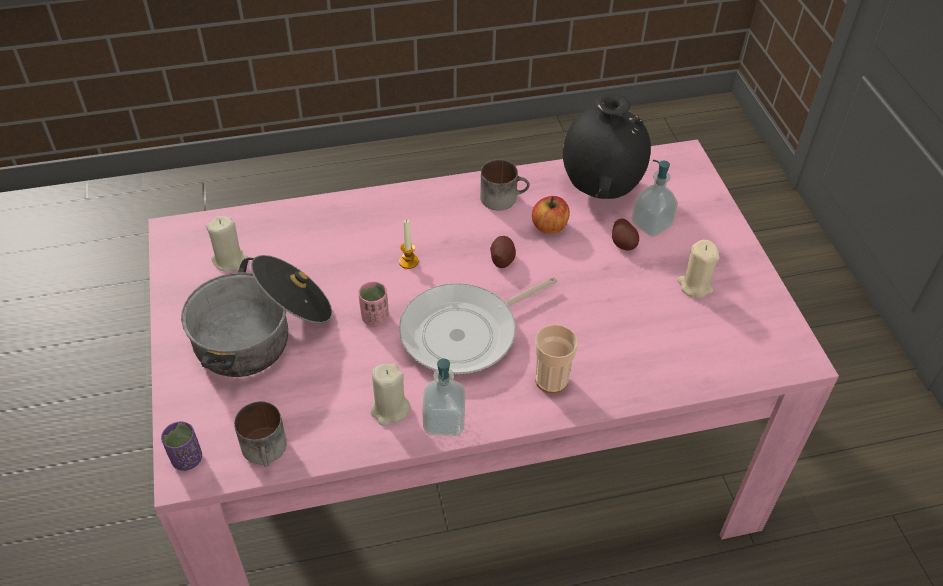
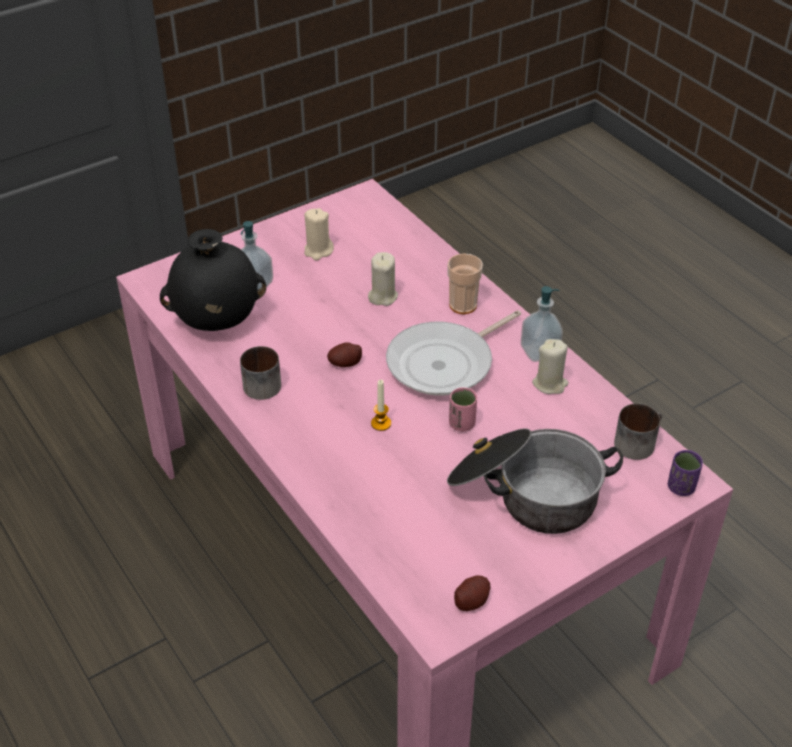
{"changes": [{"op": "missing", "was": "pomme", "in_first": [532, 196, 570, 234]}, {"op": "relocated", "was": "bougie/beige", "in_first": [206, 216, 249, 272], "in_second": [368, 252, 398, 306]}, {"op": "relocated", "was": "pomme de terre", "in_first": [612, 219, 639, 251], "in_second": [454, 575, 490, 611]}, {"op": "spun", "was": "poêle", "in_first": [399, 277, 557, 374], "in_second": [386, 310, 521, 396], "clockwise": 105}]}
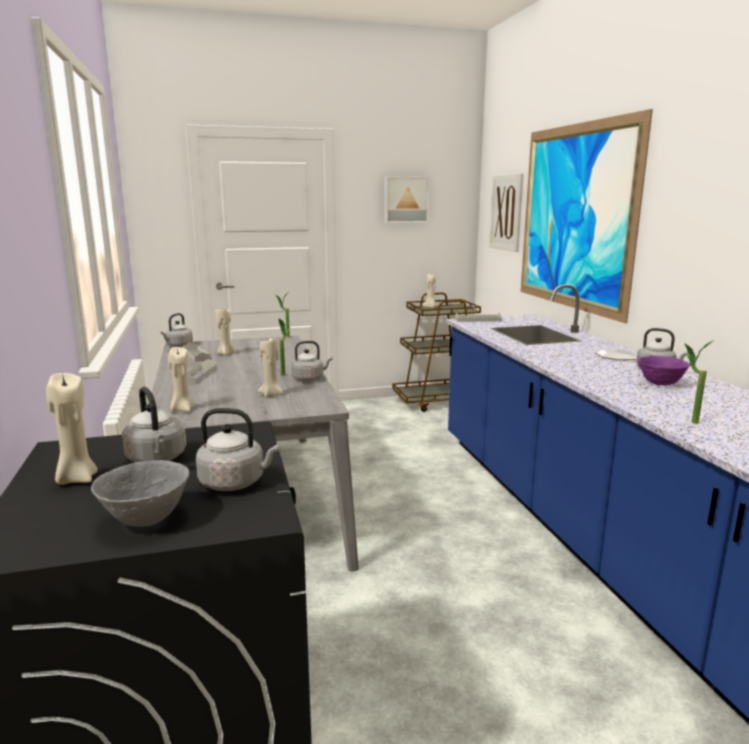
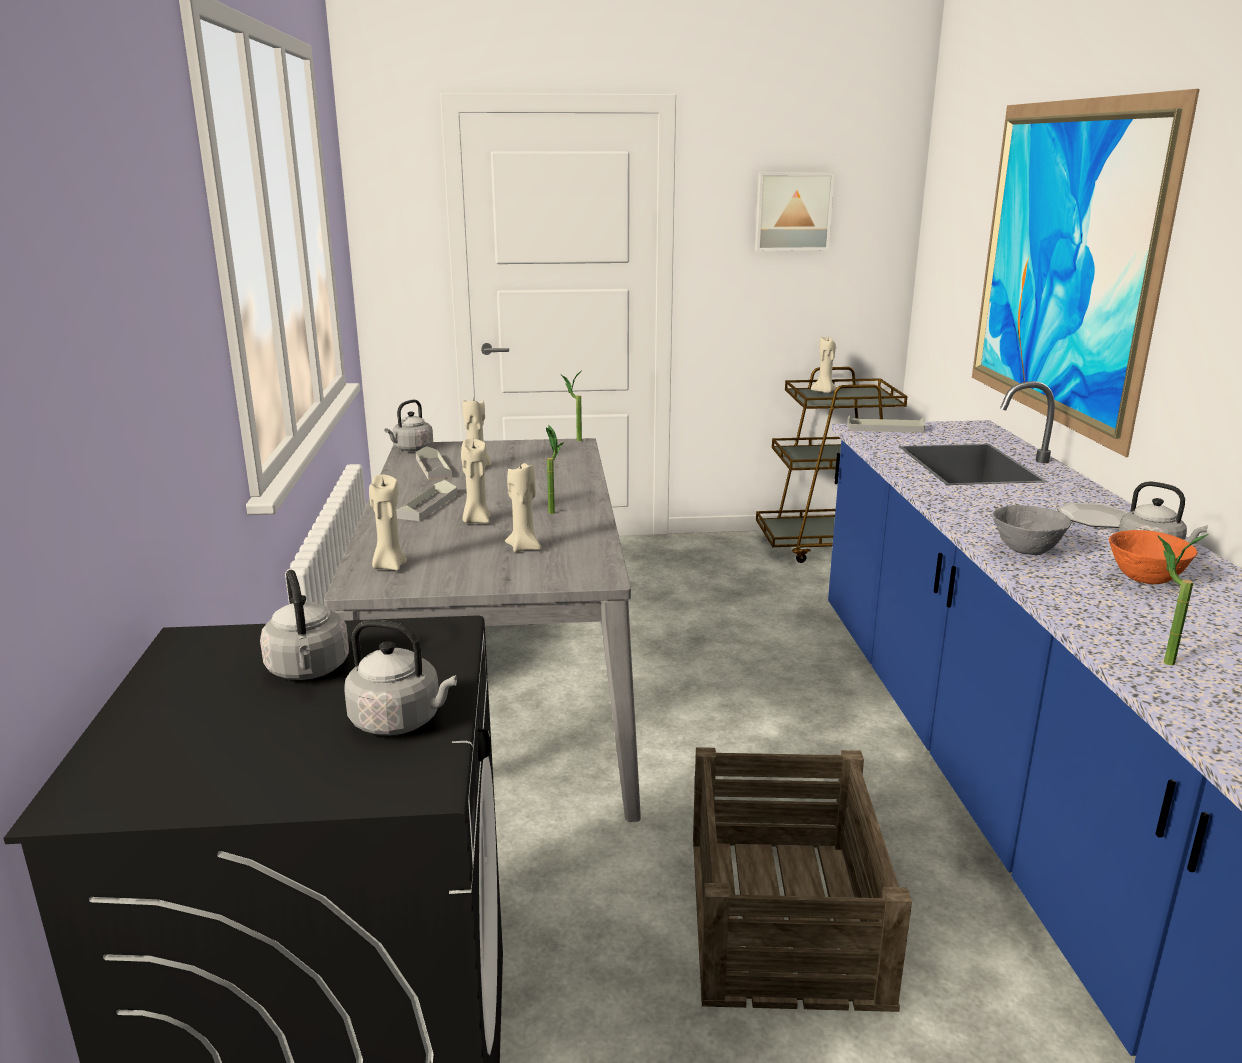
{"changes": [{"op": "missing", "was": "tableau", "in_first": [489, 173, 524, 252]}, {"op": "missing", "was": "bouilloire/gris", "in_first": [291, 341, 333, 381]}, {"op": "colour", "was": "bol/violet", "now": "bol/orange", "in_first": [638, 356, 690, 386], "in_second": [1109, 530, 1198, 584]}, {"op": "relocated", "was": "bougie/beige", "in_first": [46, 373, 98, 485], "in_second": [461, 438, 491, 523]}, {"op": "relocated", "was": "bol/gris", "in_first": [91, 460, 189, 527], "in_second": [992, 505, 1071, 555]}, {"op": "appeared", "now": "caisse", "in_second": [693, 747, 912, 1012]}]}
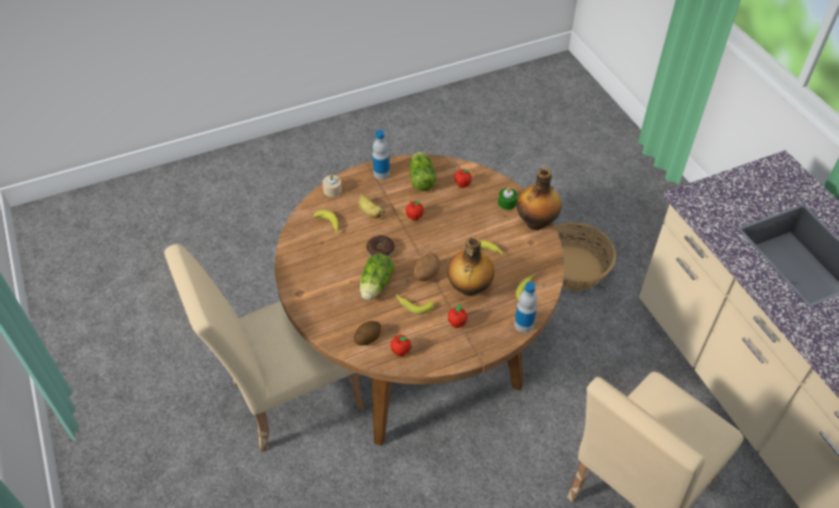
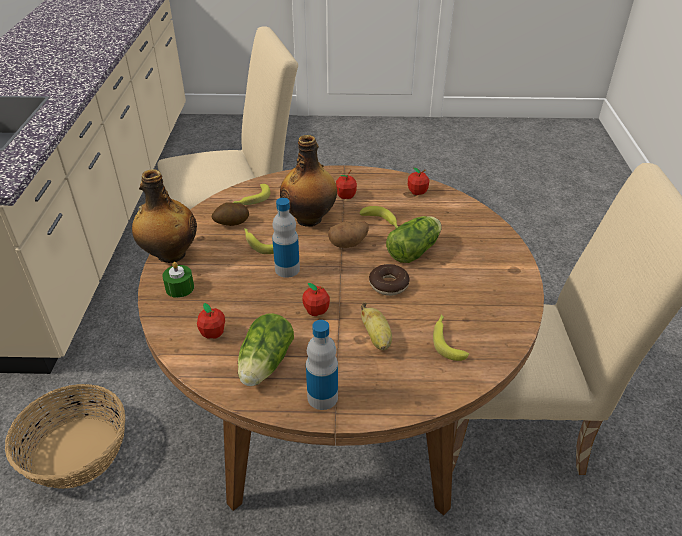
{"changes": [{"op": "missing", "was": "bougie/beige", "in_first": [322, 174, 342, 197]}, {"op": "relocated", "was": "bouteille", "in_first": [514, 282, 537, 333], "in_second": [272, 198, 300, 278]}, {"op": "relocated", "was": "pomme de terre", "in_first": [354, 321, 381, 345], "in_second": [211, 202, 249, 226]}]}
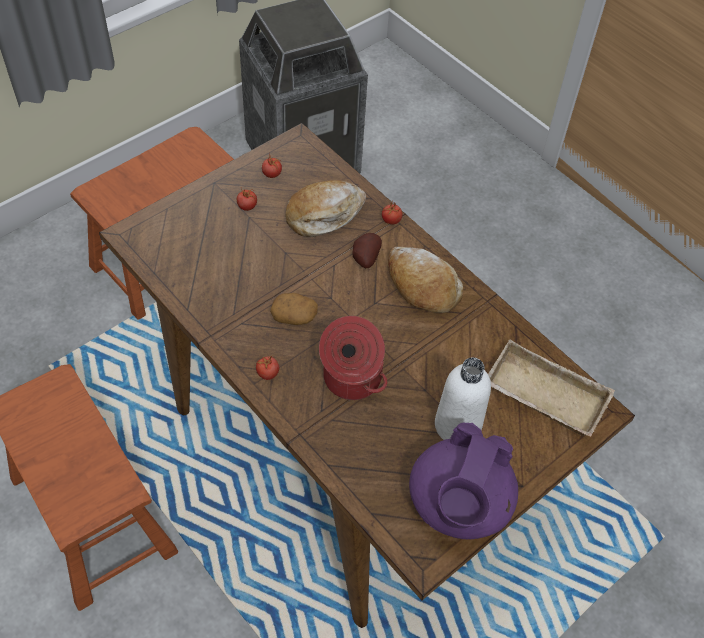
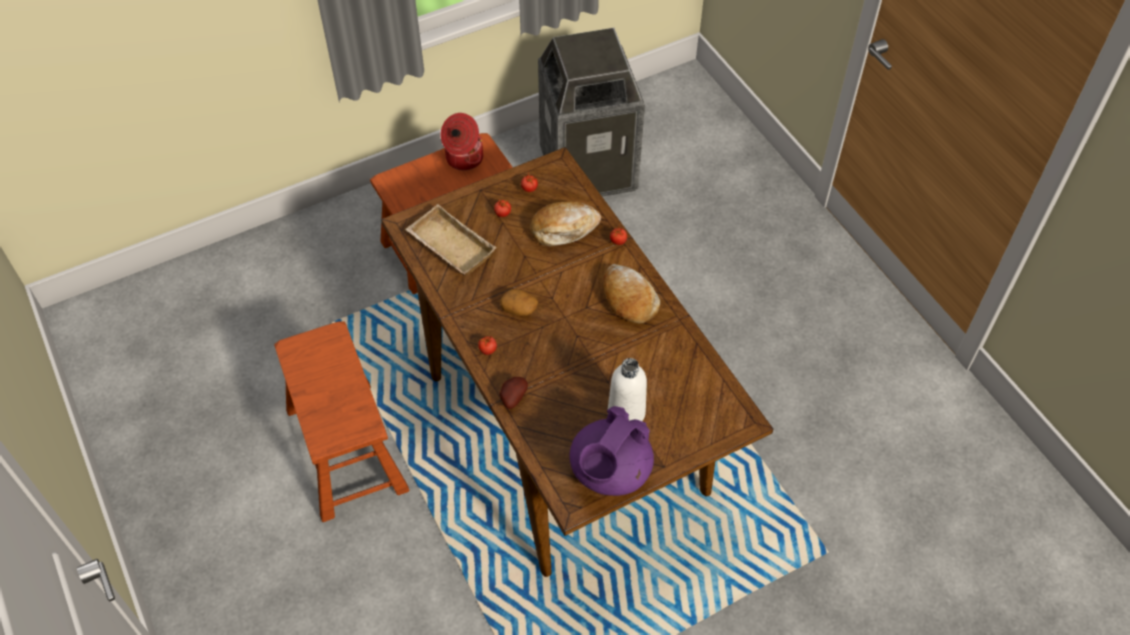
{"changes": [{"op": "relocated", "was": "pomme de terre", "in_first": [352, 233, 382, 268], "in_second": [499, 377, 528, 409]}, {"op": "relocated", "was": "marmite", "in_first": [319, 316, 388, 400], "in_second": [441, 113, 483, 171]}, {"op": "relocated", "was": "plateau/beige", "in_first": [488, 339, 615, 437], "in_second": [406, 204, 497, 276]}]}
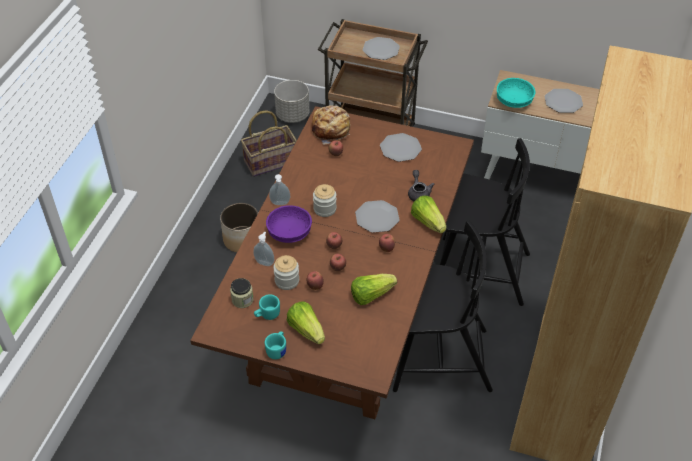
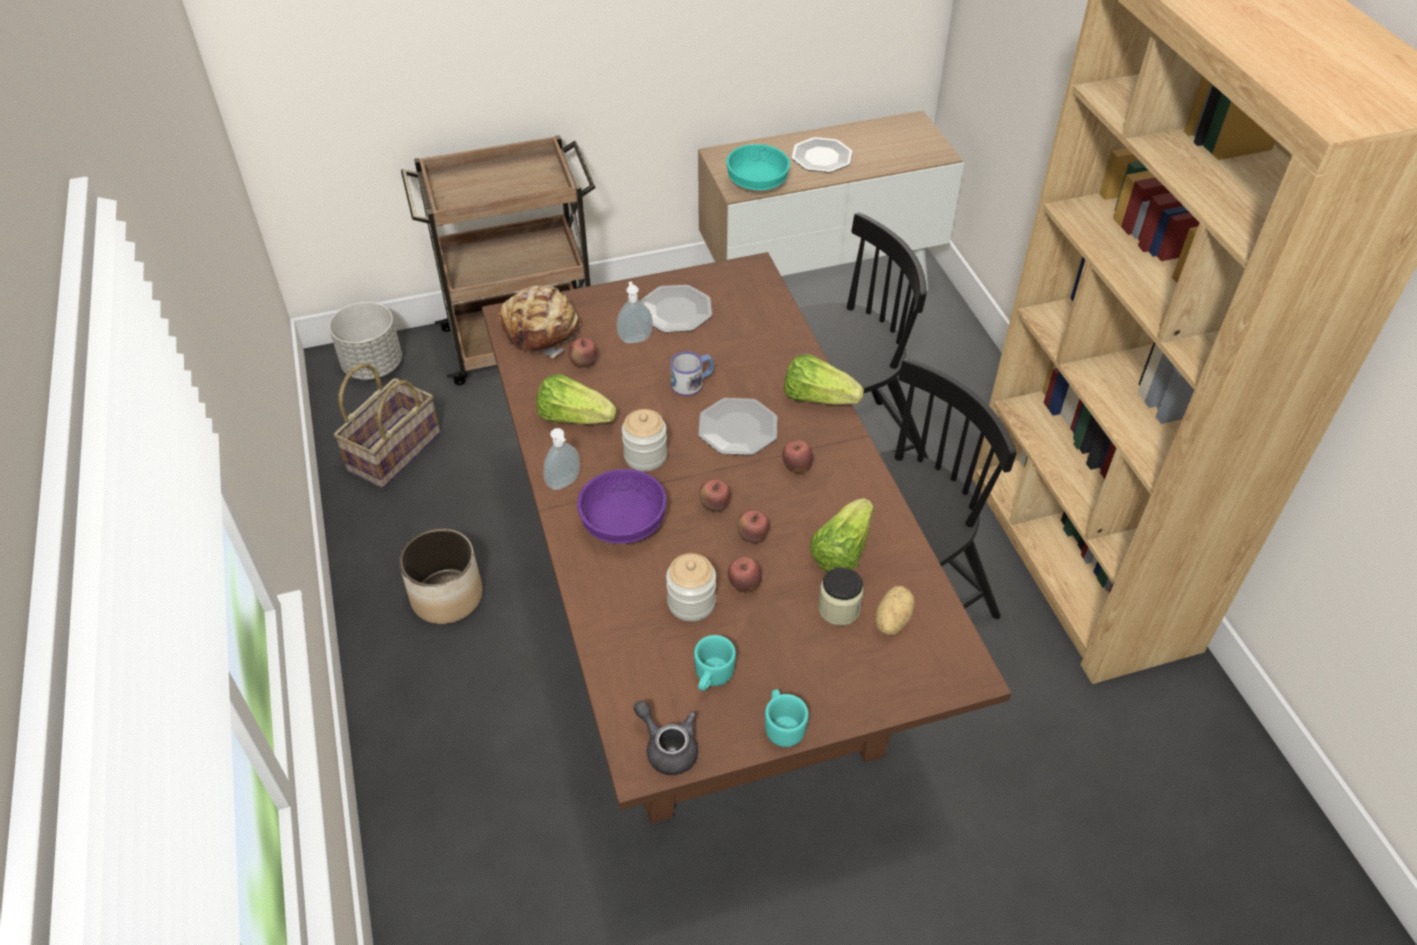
{"changes": [{"op": "missing", "was": "assiette", "in_first": [363, 37, 400, 60]}, {"op": "relocated", "was": "théière/gris", "in_first": [408, 170, 434, 201], "in_second": [634, 700, 698, 775]}, {"op": "relocated", "was": "distributeur de savon", "in_first": [253, 231, 274, 266], "in_second": [617, 281, 653, 344]}, {"op": "relocated", "was": "bocal", "in_first": [230, 278, 254, 308], "in_second": [818, 567, 864, 625]}, {"op": "relocated", "was": "laitue", "in_first": [287, 301, 325, 345], "in_second": [536, 374, 617, 424]}, {"op": "appeared", "now": "mug", "in_second": [670, 351, 714, 396]}, {"op": "appeared", "now": "pomme de terre", "in_second": [875, 586, 915, 635]}]}
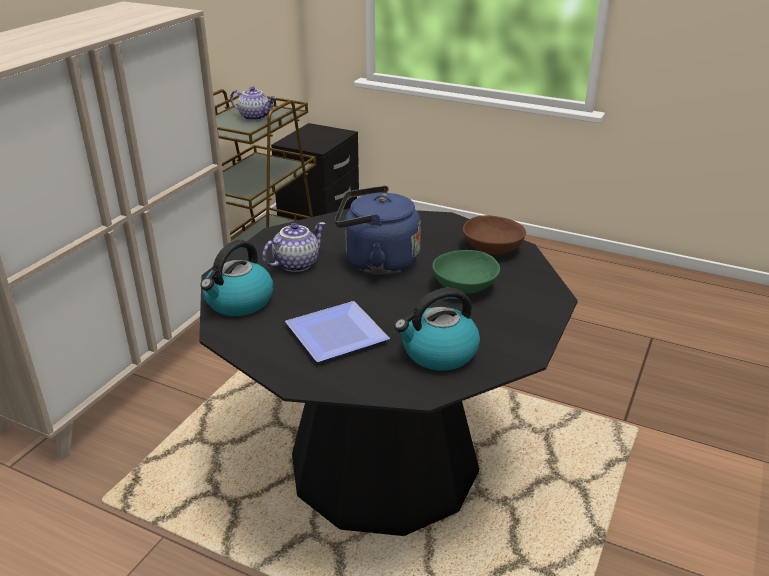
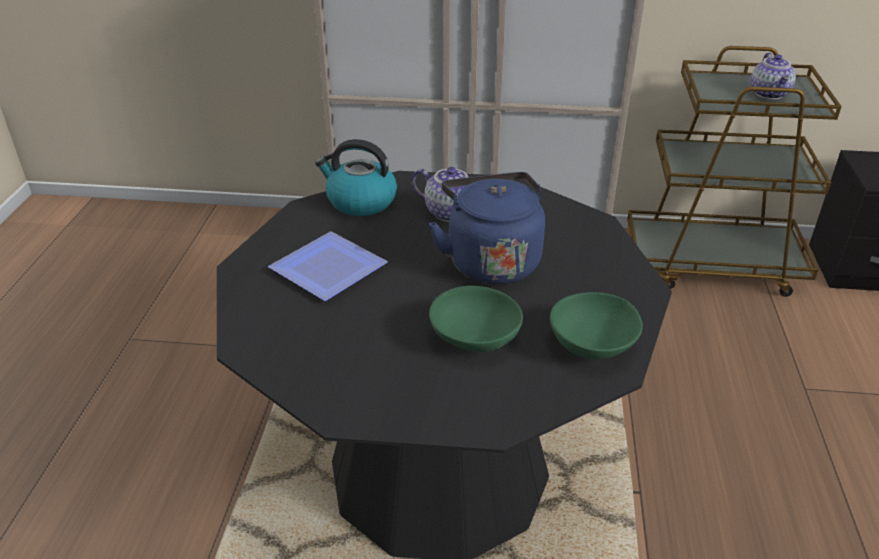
{"changes": [{"op": "colour", "was": "bol/marron", "now": "bol/vert", "in_first": [463, 215, 526, 254], "in_second": [550, 292, 643, 359]}, {"op": "missing", "was": "bouilloire", "in_first": [394, 288, 480, 370]}]}
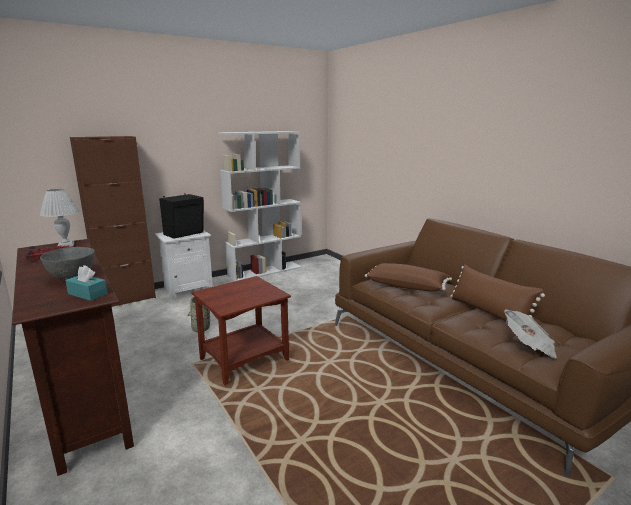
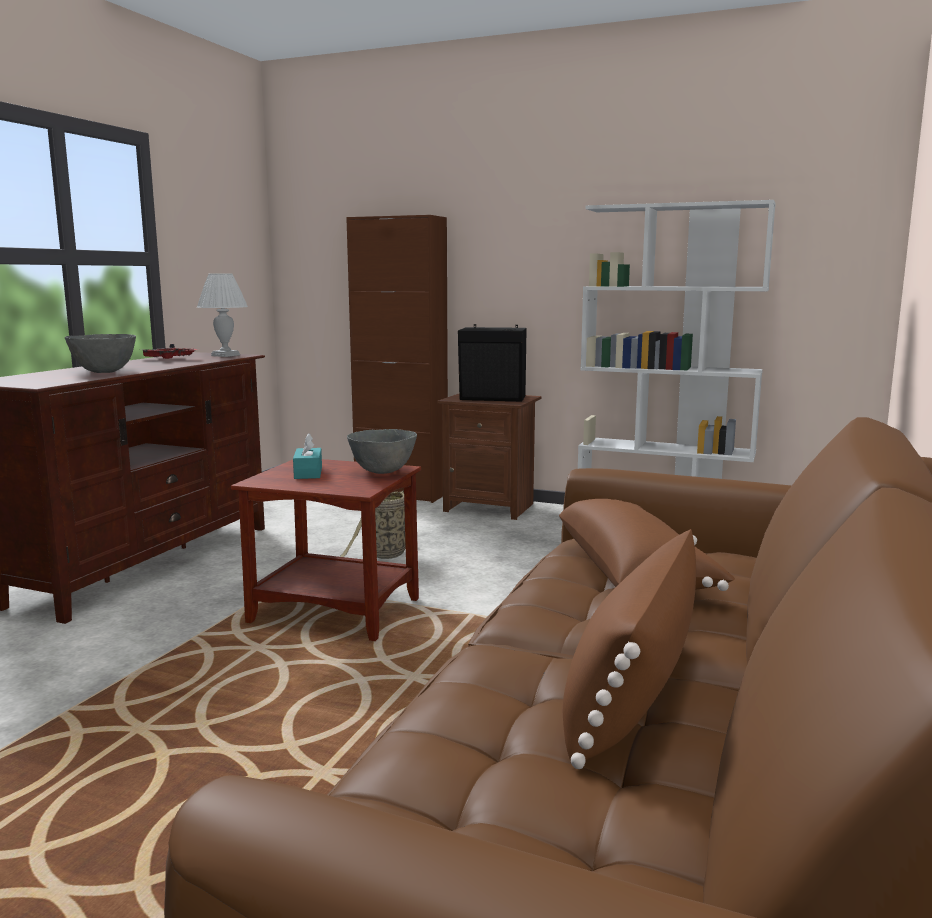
{"changes": [{"op": "colour", "was": "table de chevet/blanc", "now": "table de chevet/marron", "in_first": [155, 231, 213, 300], "in_second": [437, 394, 541, 520]}, {"op": "relocated", "was": "boîte à mouchoirs/turquoise", "in_first": [65, 265, 107, 301], "in_second": [293, 433, 322, 479]}, {"op": "missing", "was": "journal", "in_first": [504, 309, 557, 359]}, {"op": "appeared", "now": "bol/gris", "in_second": [347, 429, 417, 474]}]}
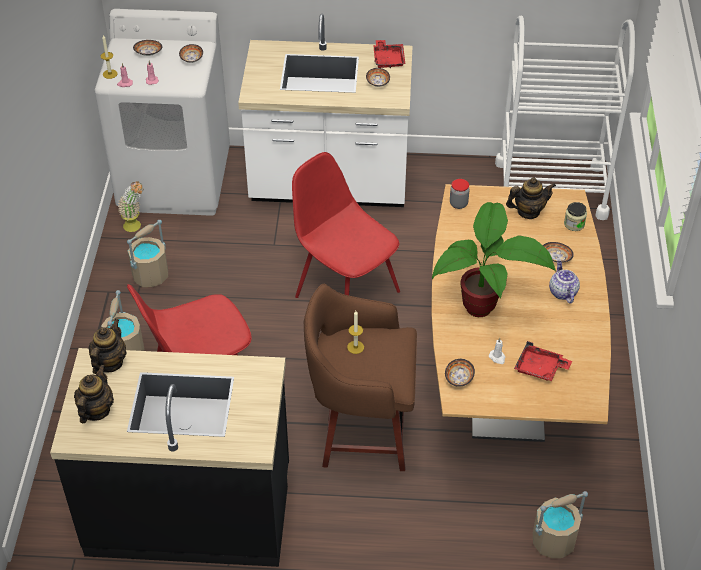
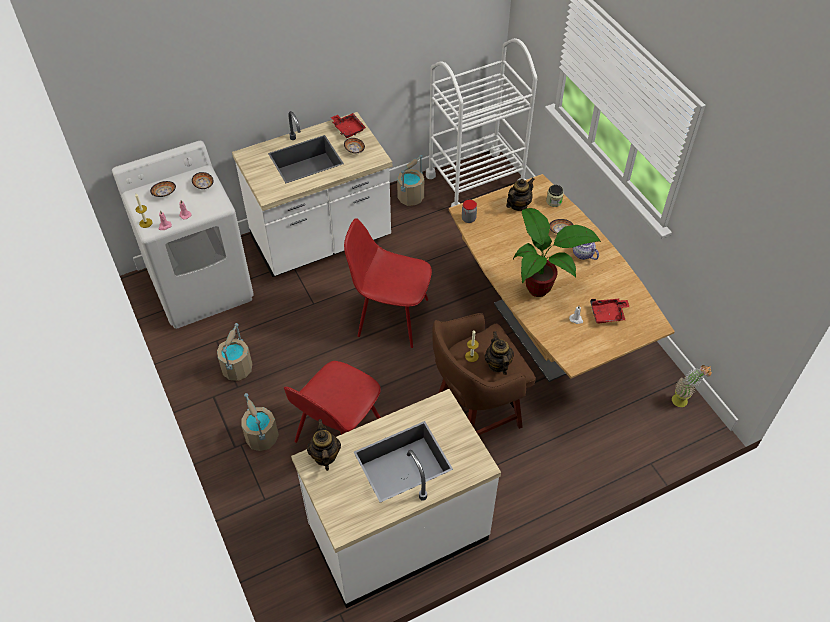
{"changes": [{"op": "relocated", "was": "plante en pot", "in_first": [118, 181, 144, 232], "in_second": [672, 365, 712, 407]}, {"op": "colour", "was": "comptoir de cuisine/noir", "now": "comptoir de cuisine/blanc", "in_first": [50, 348, 289, 567], "in_second": [291, 389, 501, 608]}, {"op": "missing", "was": "bol", "in_first": [445, 359, 475, 387]}, {"op": "relocated", "was": "théière", "in_first": [74, 365, 114, 423], "in_second": [485, 331, 514, 375]}, {"op": "relocated", "was": "seau/beige", "in_first": [533, 491, 588, 558], "in_second": [397, 155, 424, 206]}]}
